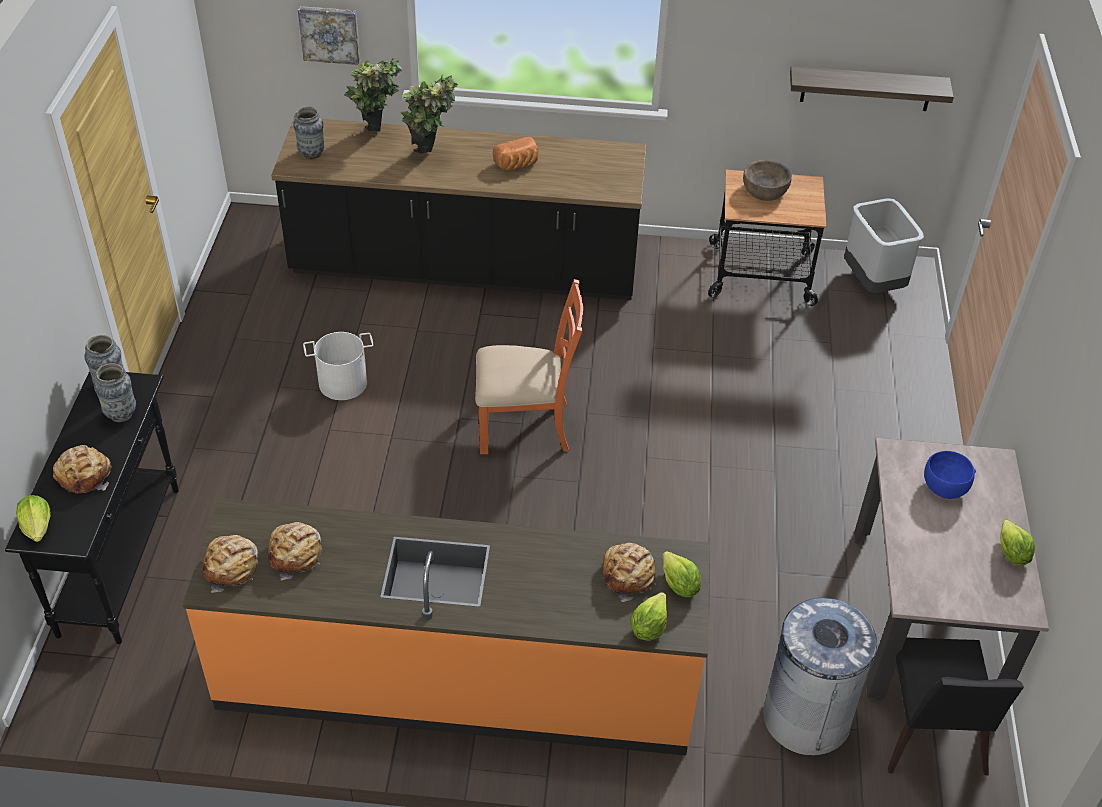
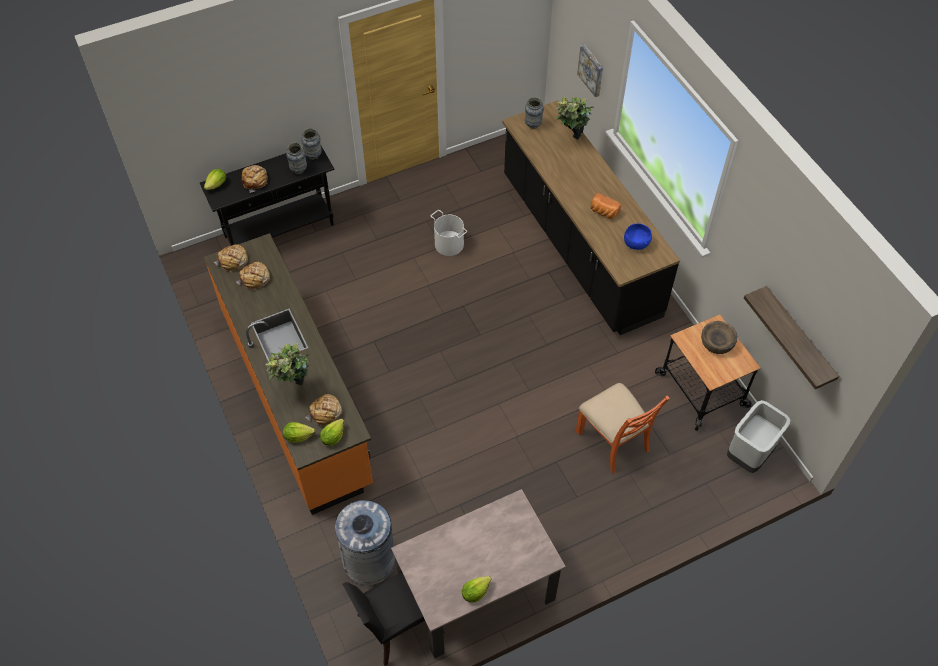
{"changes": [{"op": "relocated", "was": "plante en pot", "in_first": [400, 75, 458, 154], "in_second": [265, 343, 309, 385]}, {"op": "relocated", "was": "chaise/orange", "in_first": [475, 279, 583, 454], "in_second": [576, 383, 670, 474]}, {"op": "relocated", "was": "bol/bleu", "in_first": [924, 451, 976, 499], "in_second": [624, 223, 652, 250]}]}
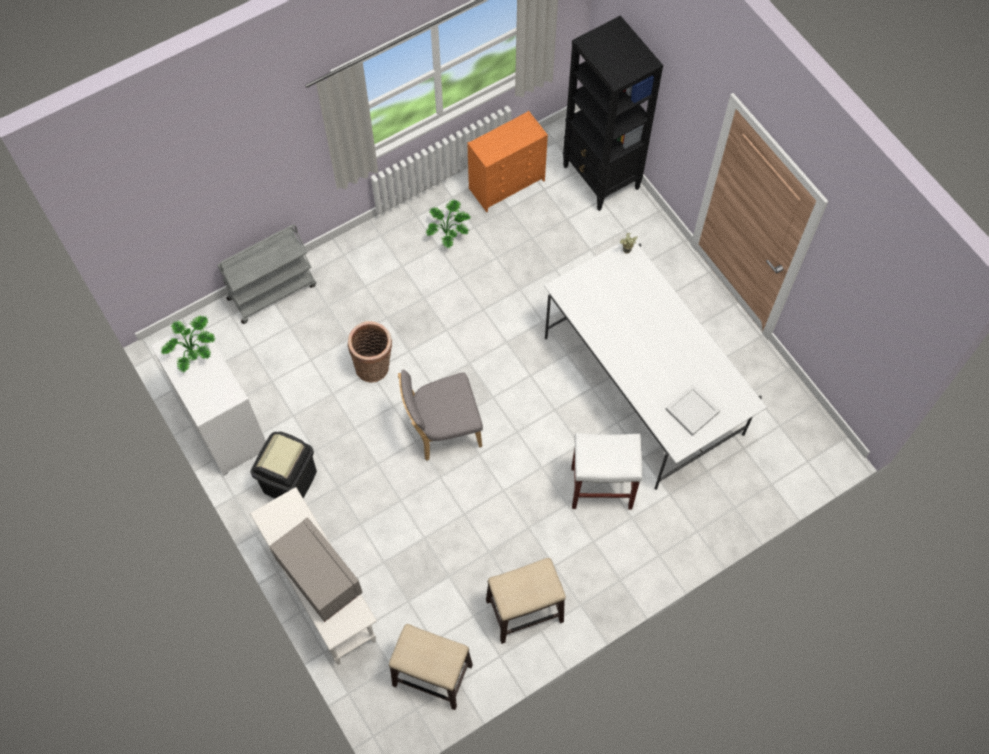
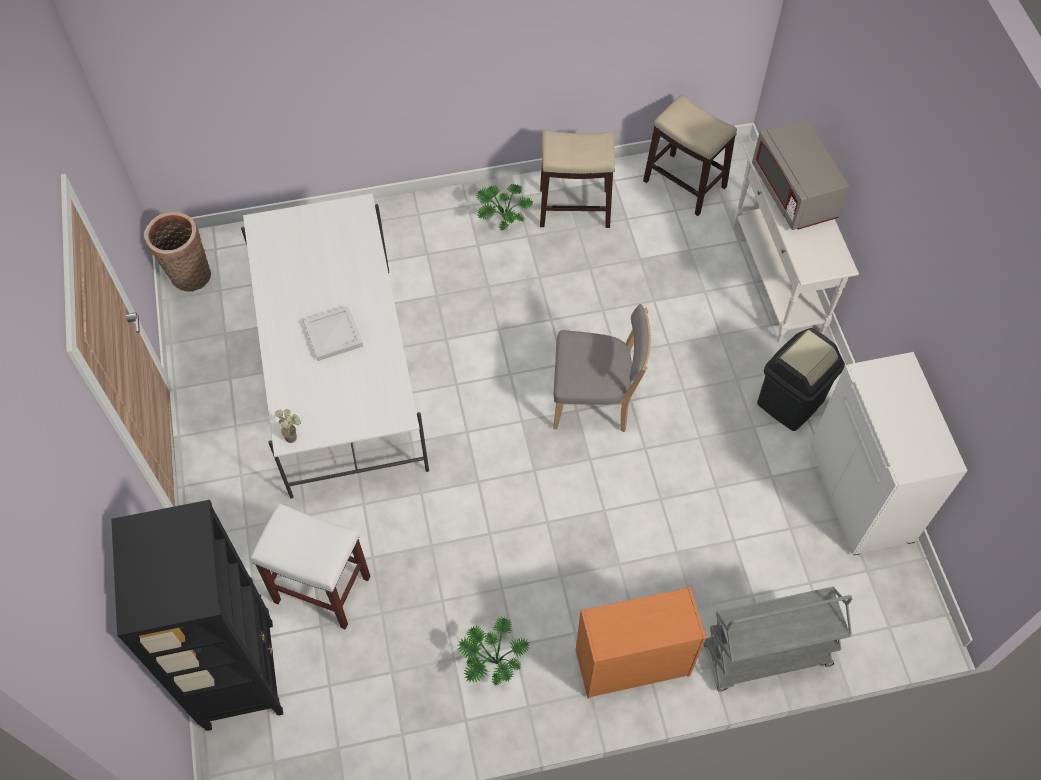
{"changes": [{"op": "relocated", "was": "commode/orange", "in_first": [467, 111, 548, 212], "in_second": [576, 587, 706, 699]}, {"op": "relocated", "was": "plante en pot", "in_first": [160, 315, 216, 373], "in_second": [475, 184, 534, 231]}, {"op": "relocated", "was": "panier", "in_first": [348, 321, 392, 383], "in_second": [144, 212, 211, 292]}, {"op": "relocated", "was": "plateau/blanc", "in_first": [665, 385, 720, 436], "in_second": [303, 306, 363, 361]}, {"op": "relocated", "was": "tabouret/blanc", "in_first": [571, 433, 642, 509], "in_second": [251, 503, 370, 630]}]}
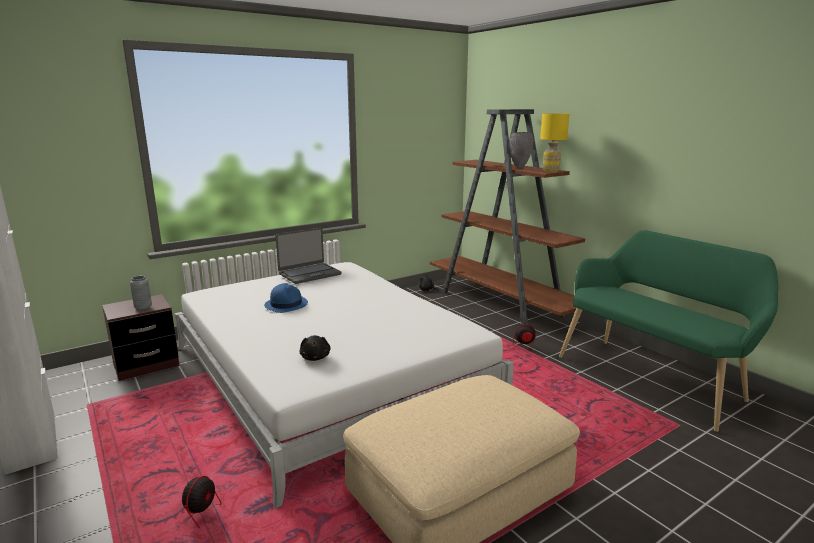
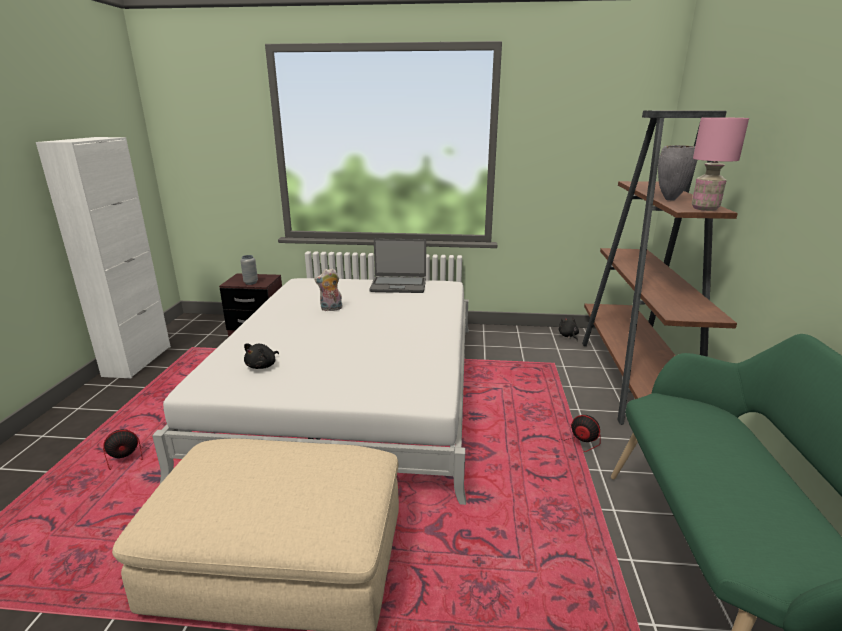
{"changes": [{"op": "colour", "was": "lampe de table/jaune", "now": "lampe de table/rose", "in_first": [540, 113, 569, 172], "in_second": [692, 117, 749, 211]}, {"op": "exchanged", "was": "chapeau/bleu", "now": "peluche", "in_first": [264, 283, 308, 313], "in_second": [314, 268, 343, 311]}]}
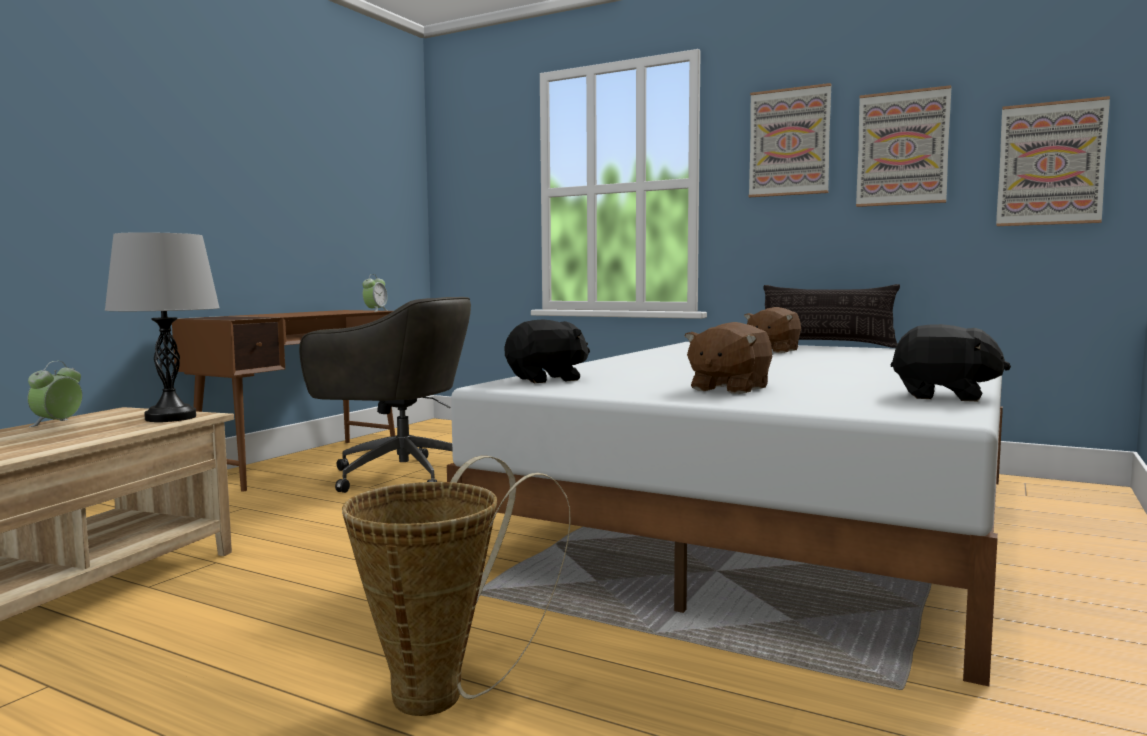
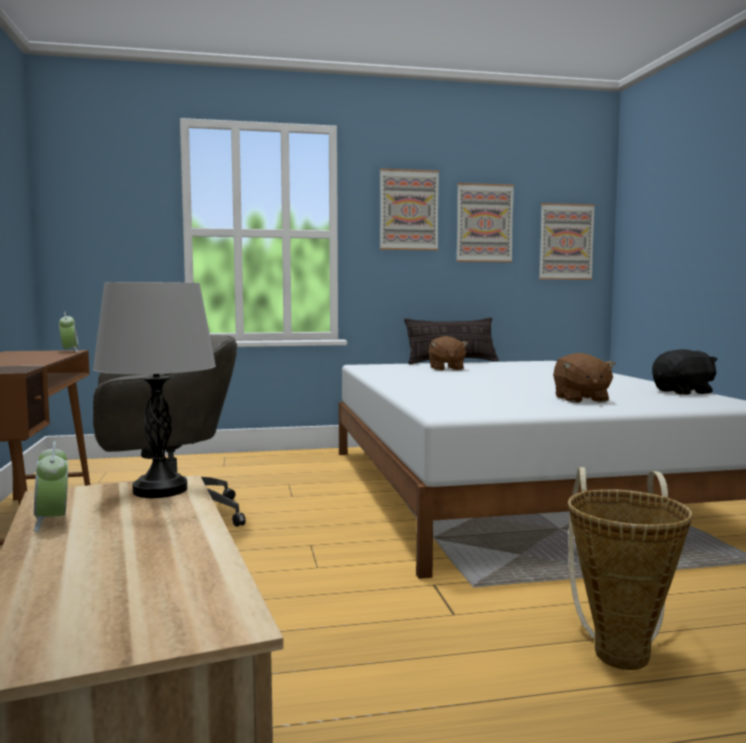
{"changes": [{"op": "missing", "was": "peluche/noir", "in_first": [505, 319, 590, 383]}]}
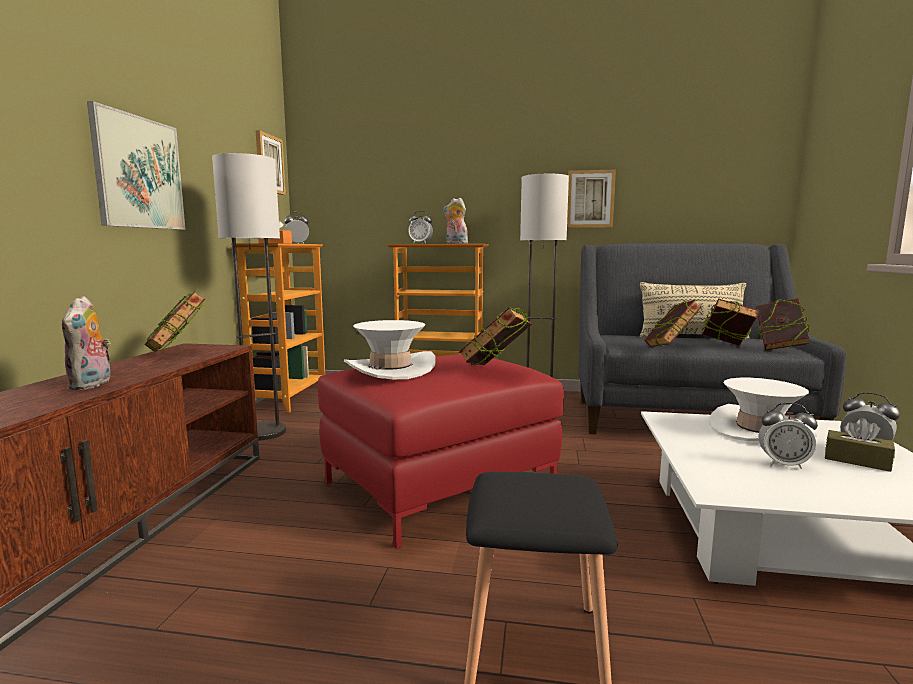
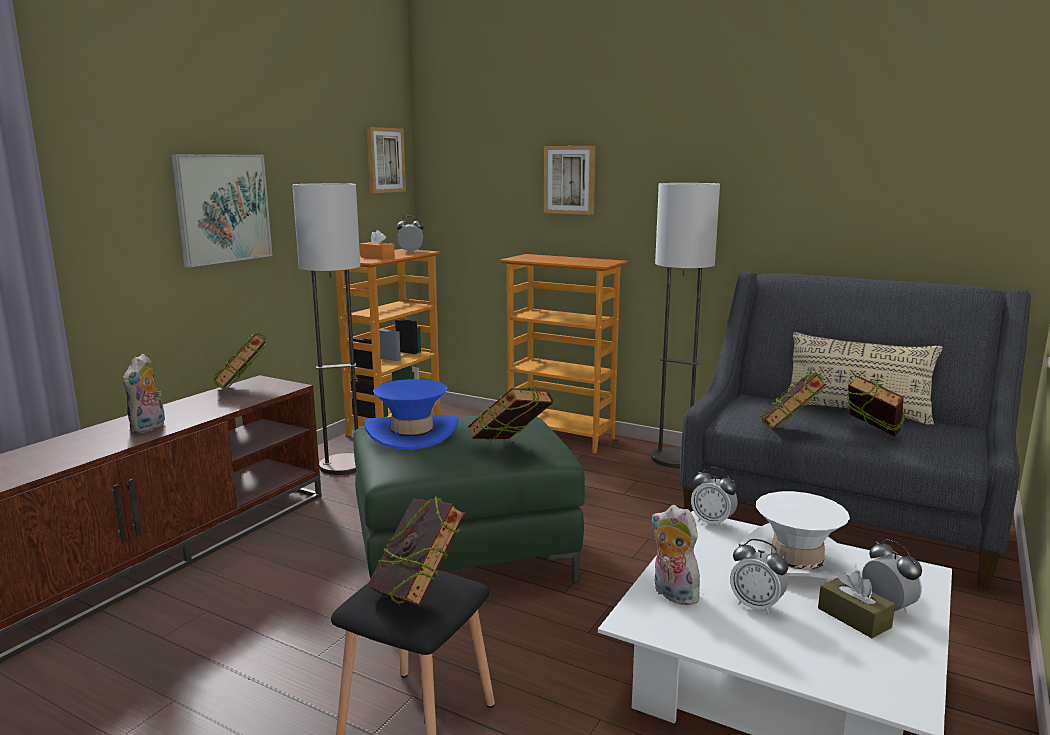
{"changes": [{"op": "relocated", "was": "tableau", "in_first": [567, 170, 616, 228], "in_second": [544, 146, 596, 215]}, {"op": "relocated", "was": "peluche", "in_first": [443, 198, 468, 244], "in_second": [651, 505, 702, 605]}, {"op": "relocated", "was": "réveil", "in_first": [408, 211, 433, 244], "in_second": [691, 467, 737, 528]}, {"op": "relocated", "was": "livre", "in_first": [756, 298, 810, 350], "in_second": [367, 497, 466, 606]}, {"op": "colour", "was": "chapeau/blanc", "now": "chapeau/bleu", "in_first": [344, 320, 436, 379], "in_second": [364, 379, 459, 450]}, {"op": "colour", "was": "pouf/rouge", "now": "pouf/vert", "in_first": [318, 354, 564, 549], "in_second": [353, 416, 585, 582]}]}
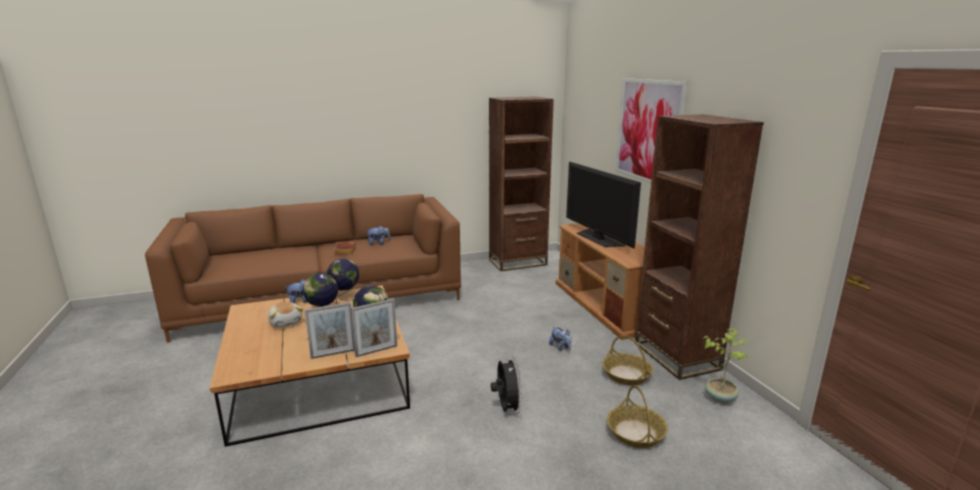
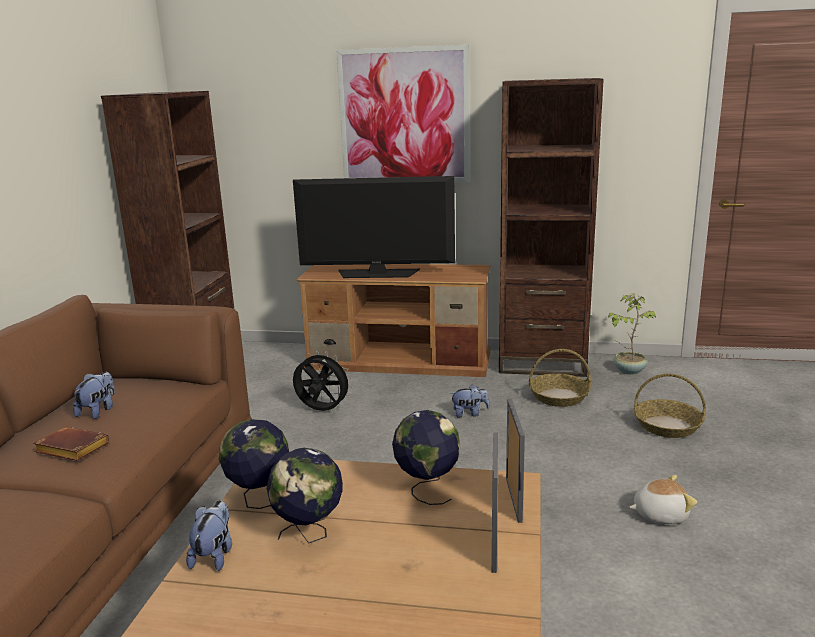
{"changes": [{"op": "relocated", "was": "peluche", "in_first": [268, 302, 303, 328], "in_second": [629, 475, 697, 524]}, {"op": "relocated", "was": "ventilateur/noir", "in_first": [491, 356, 523, 414], "in_second": [293, 351, 353, 411]}]}
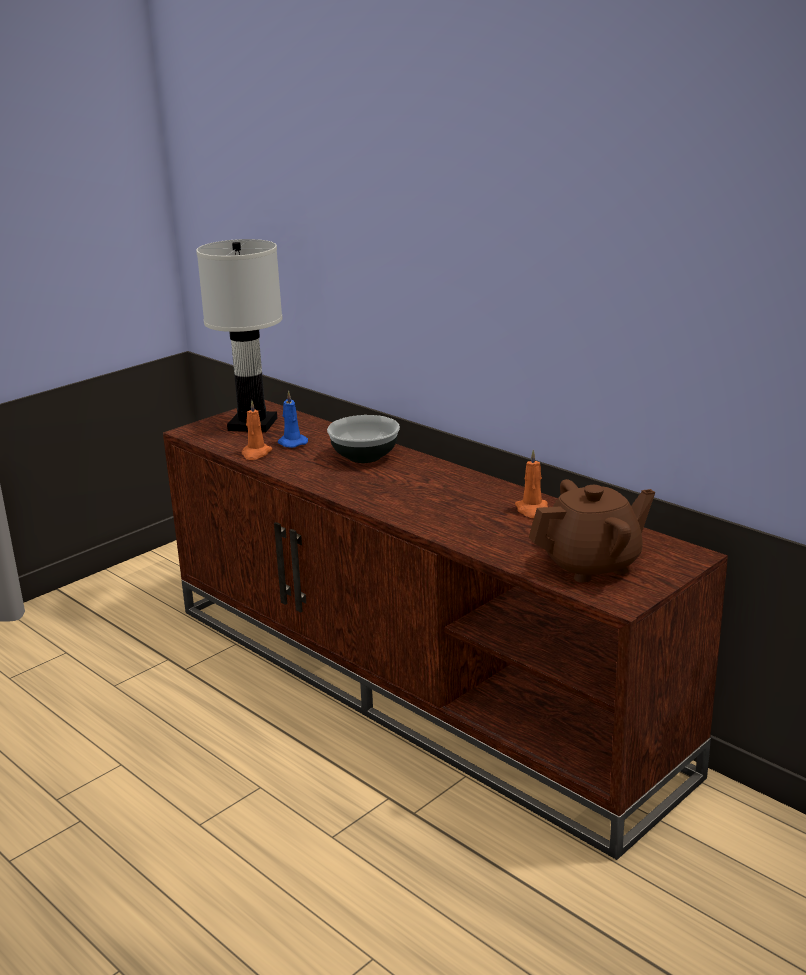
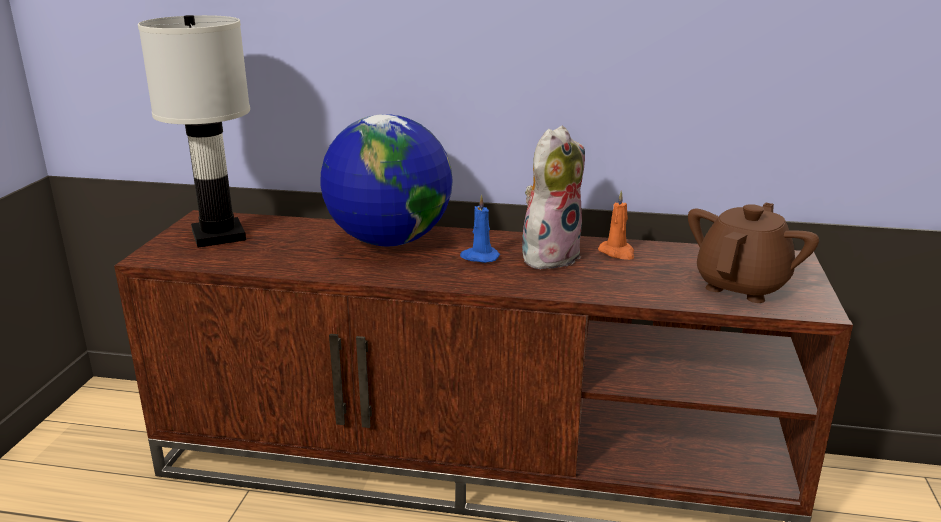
{"changes": [{"op": "relocated", "was": "bougie/bleu", "in_first": [278, 390, 308, 448], "in_second": [460, 195, 500, 263]}, {"op": "missing", "was": "bougie/orange", "in_first": [242, 400, 272, 460]}, {"op": "exchanged", "was": "bol", "now": "globe", "in_first": [327, 415, 400, 463], "in_second": [320, 114, 453, 246]}, {"op": "appeared", "now": "peluche", "in_second": [522, 126, 585, 269]}]}
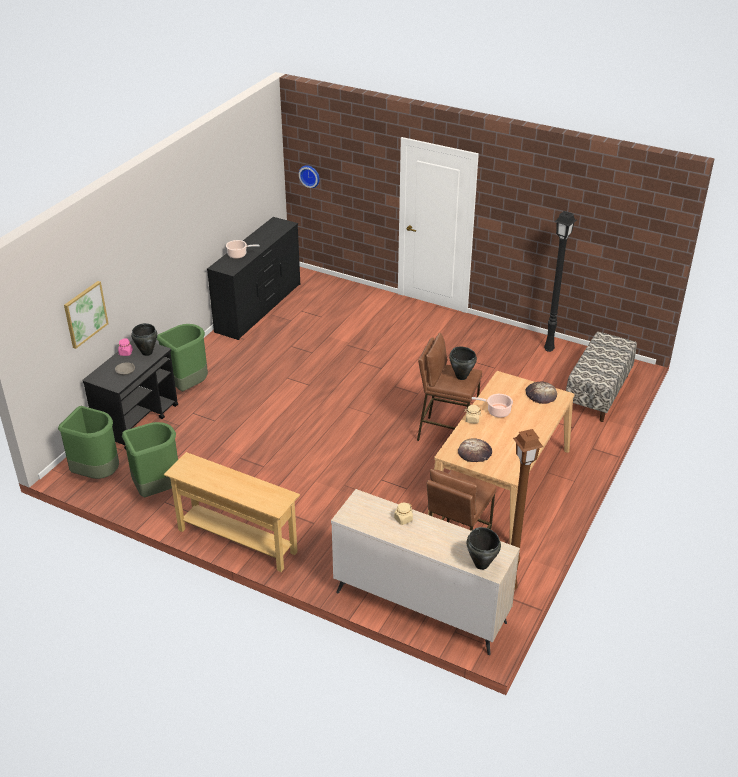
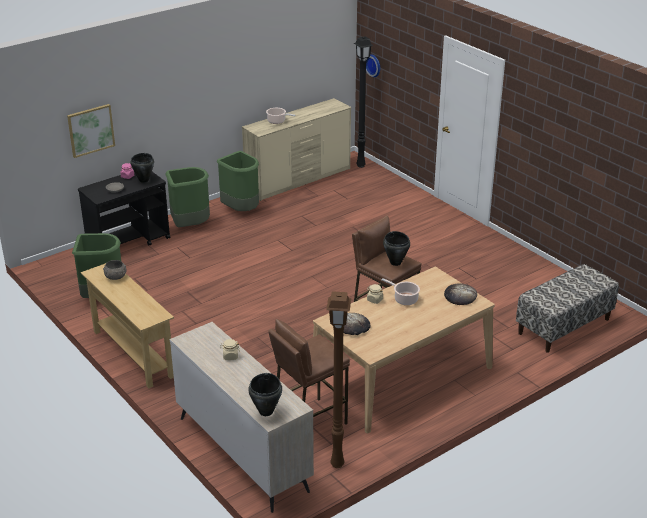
{"changes": [{"op": "relocated", "was": "lampadaire/noir", "in_first": [544, 211, 577, 352], "in_second": [354, 36, 374, 168]}, {"op": "colour", "was": "commode/noir", "now": "commode/beige", "in_first": [207, 217, 300, 340], "in_second": [242, 98, 352, 201]}, {"op": "relocated", "was": "poubelle/vert", "in_first": [58, 406, 119, 479], "in_second": [217, 151, 259, 211]}, {"op": "appeared", "now": "bol/gris", "in_second": [103, 260, 126, 280]}]}
